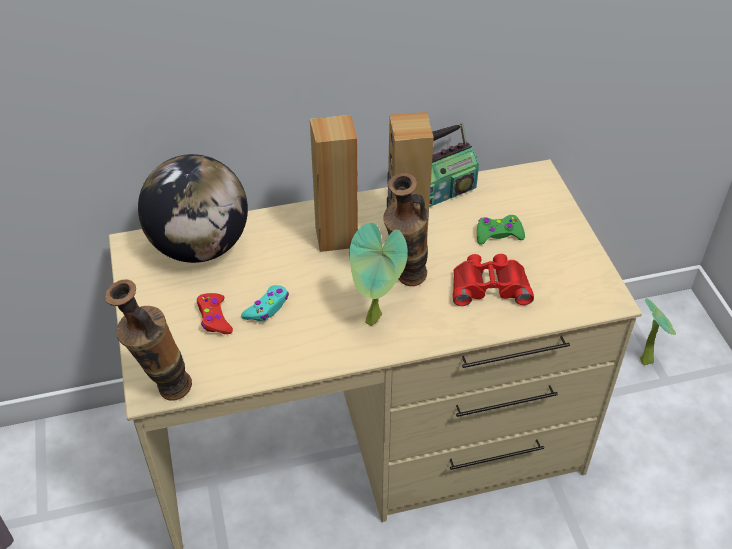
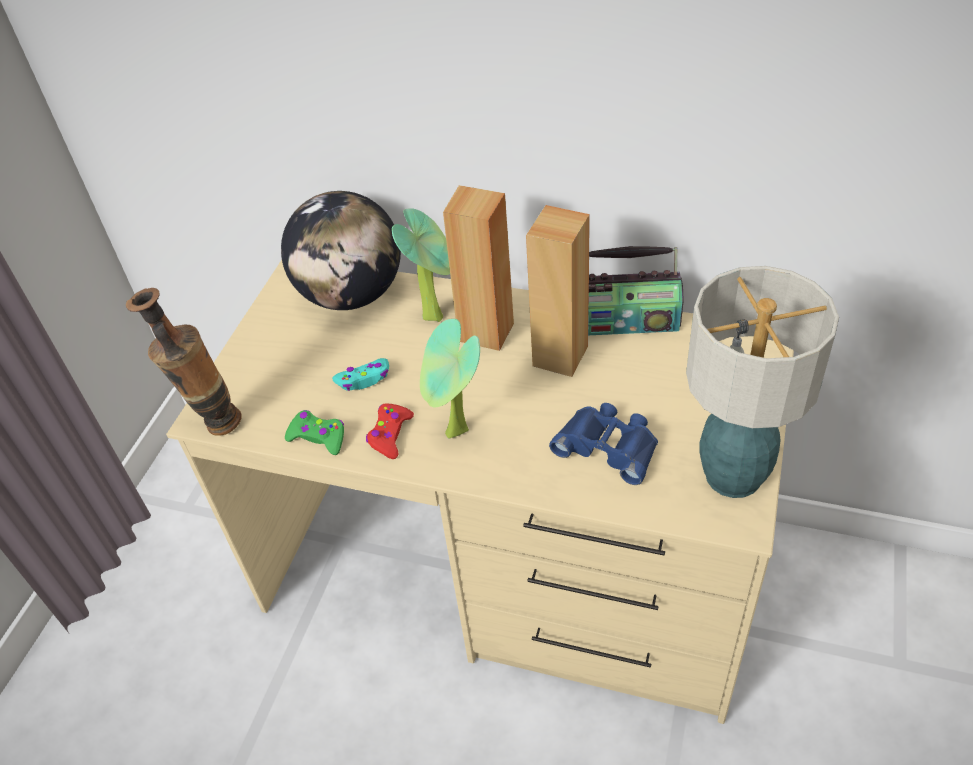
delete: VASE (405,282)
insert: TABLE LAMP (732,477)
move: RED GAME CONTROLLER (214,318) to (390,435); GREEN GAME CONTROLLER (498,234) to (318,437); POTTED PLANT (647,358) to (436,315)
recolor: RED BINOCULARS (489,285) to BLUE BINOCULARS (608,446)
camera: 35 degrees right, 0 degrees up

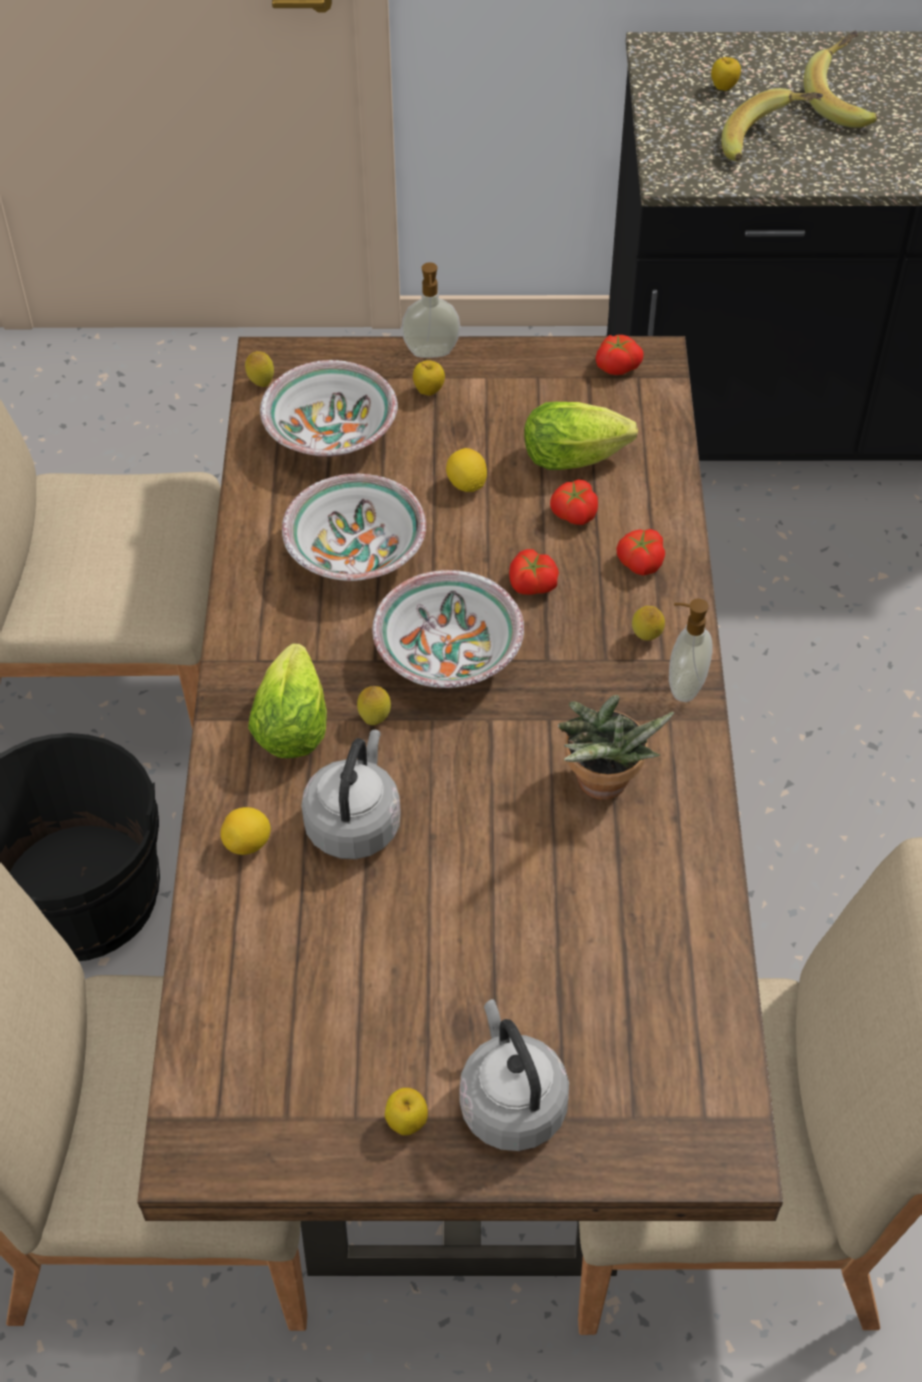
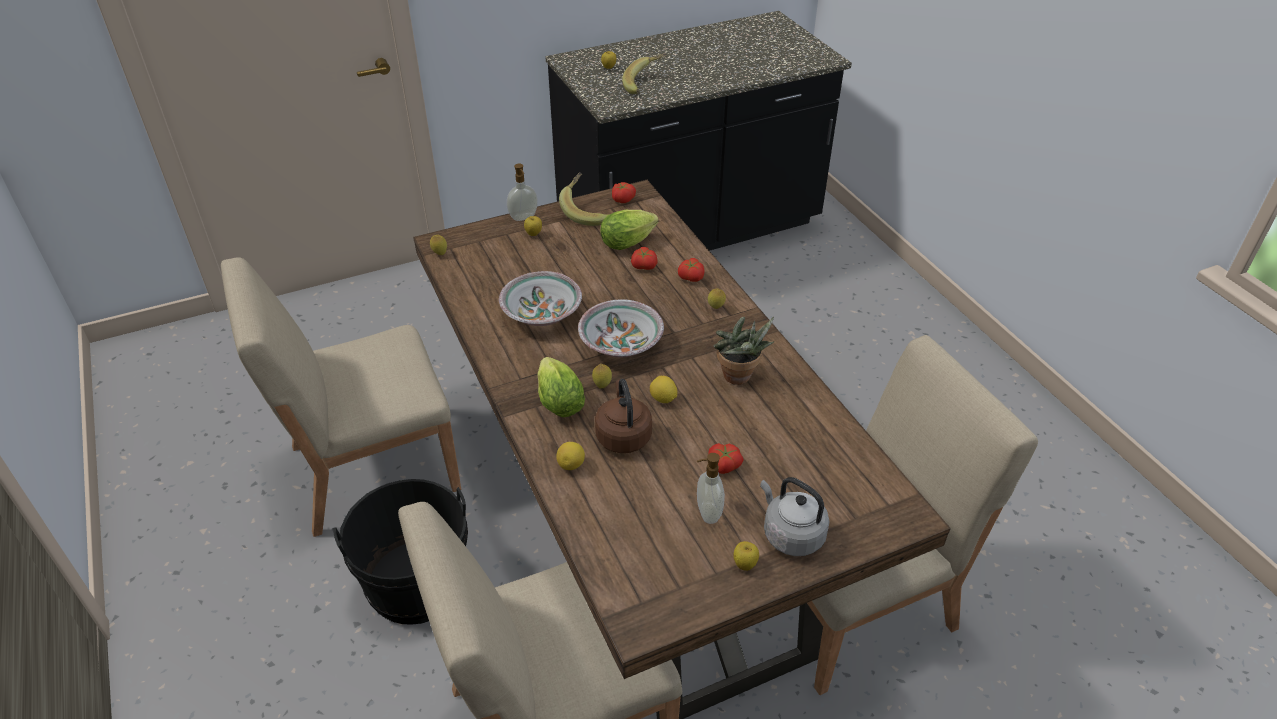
delete: BOWL (332,434)
move: LEMON (466,484) to (663,399); TOMATO (531,585) to (723,466); SOAP DISPENSER (684,685) to (707,513); BANANA (845,101) to (586,212)
recolor: GREY KETTLE (355,822) to BROWN KETTLE (623,435)
camera: 25 degrees left, 10 degrees down

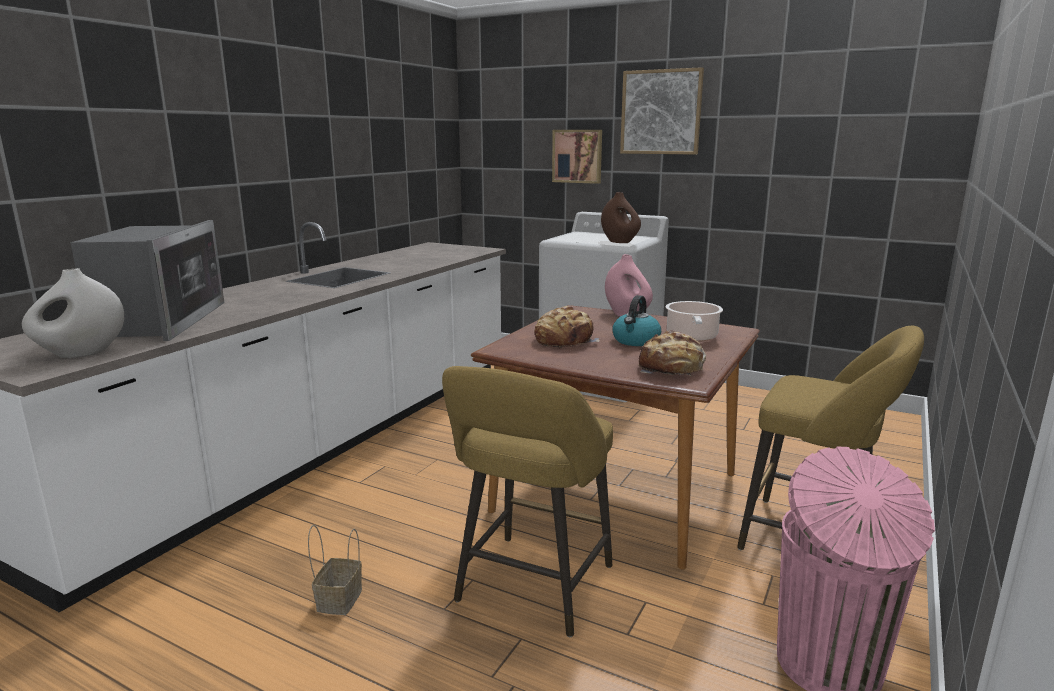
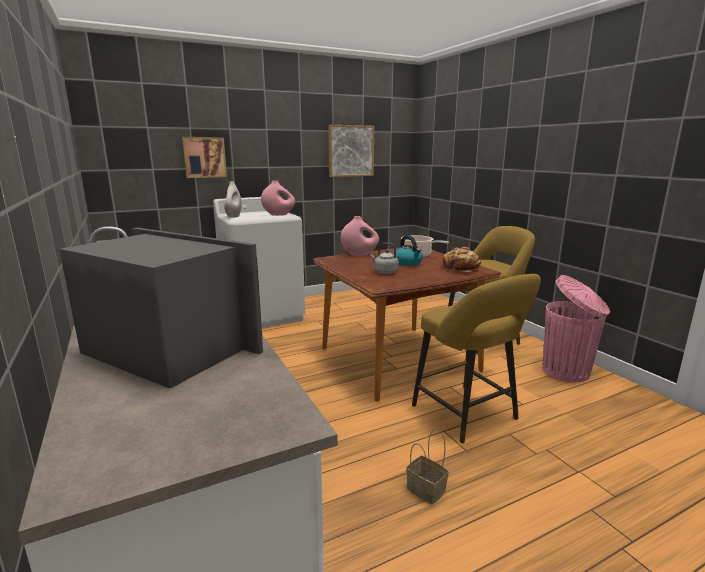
move: WHITE VASE (81,354) to (233,216); PICTURE (661,112) to (351,151)
replace: BREAD (565,340) to GREY KETTLE (384,272)
recolor: BROWN VASE (619,242) to PINK VASE (278,215)
camera: 55 degrees left, 0 degrees up

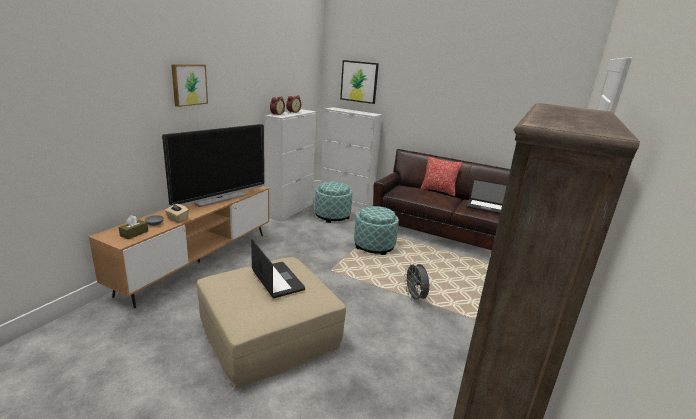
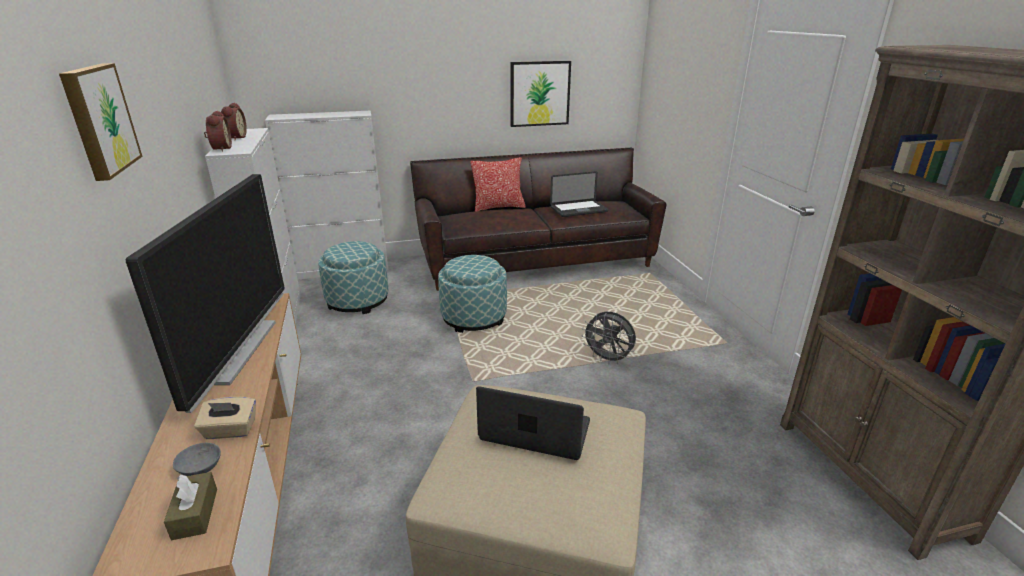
move: PICTURE (359,81) to (539,93)
camera: 40 degrees left, 5 degrees up

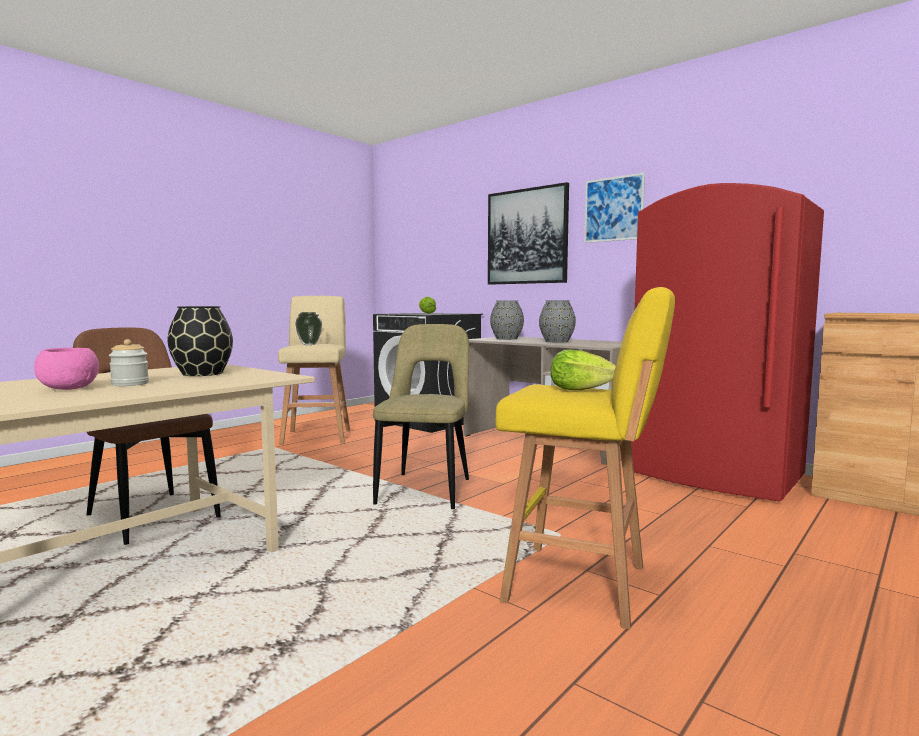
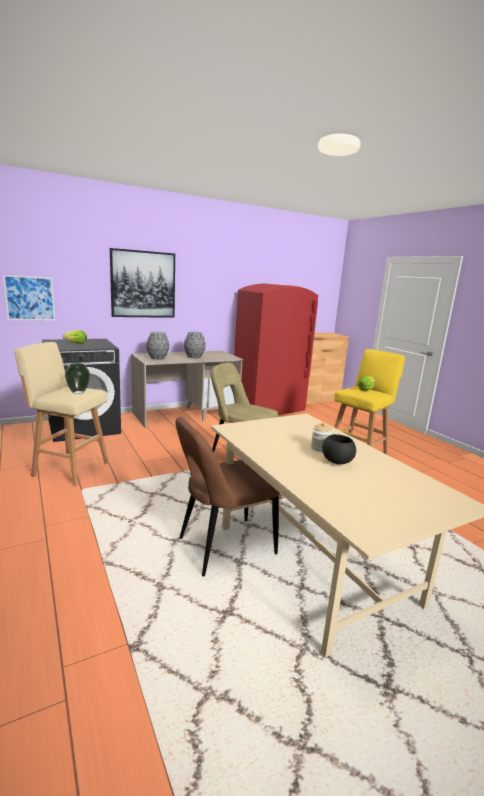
delete: BLACK VASE (202,374)
move: PICTURE (613,209) to (30,298)
recolor: PINK BOWL (69,389) to BLACK BOWL (336,461)
camera: 70 degrees left, 10 degrees up

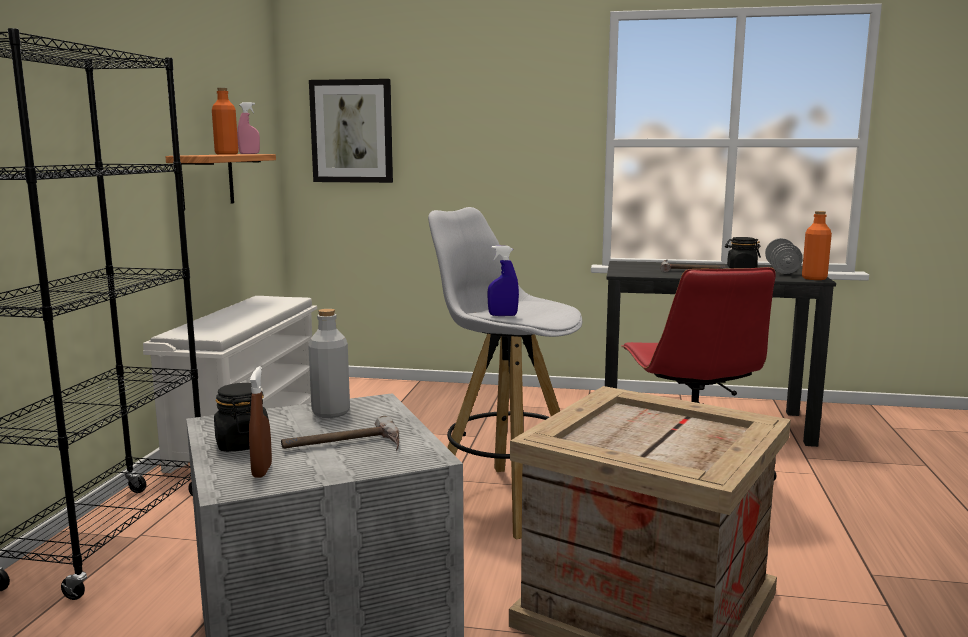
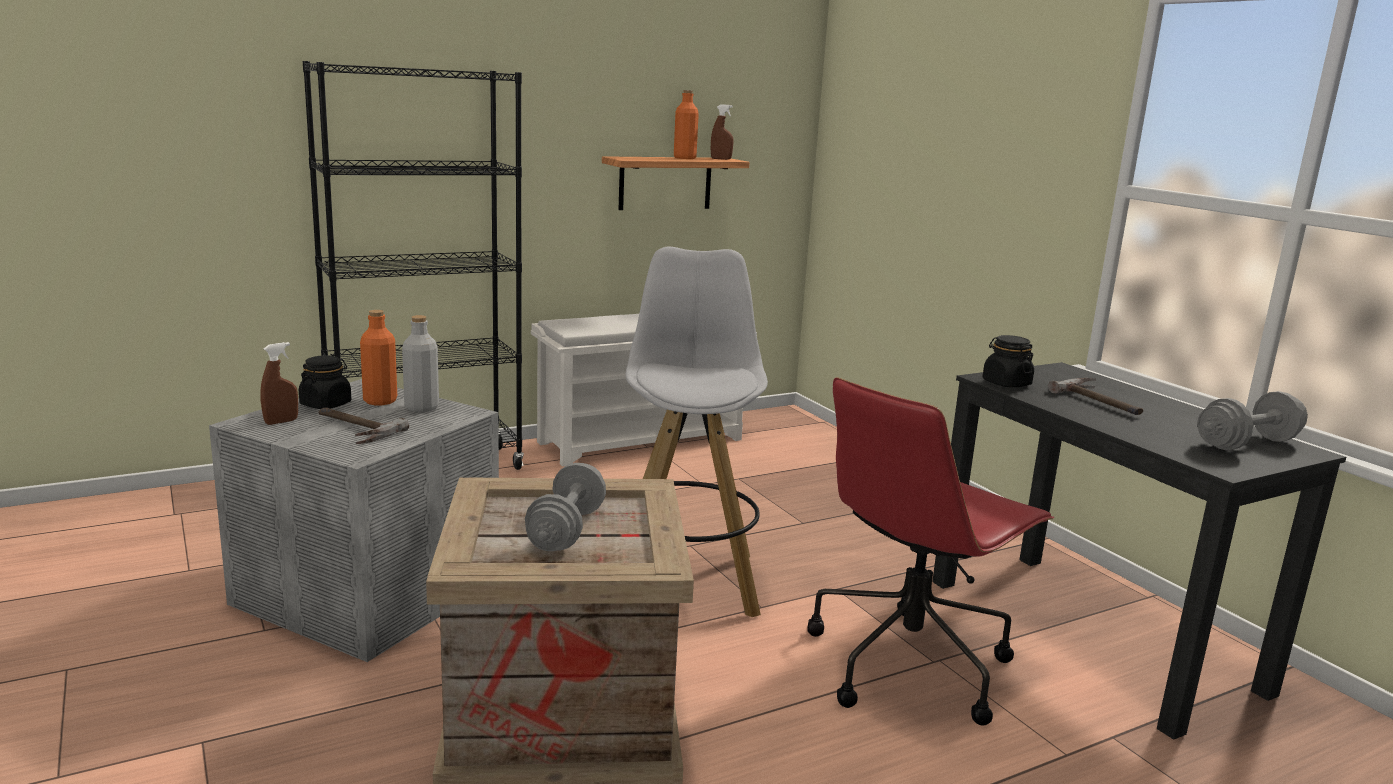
delete: PICTURE (352,131); BLUE SPRAY BOTTLE (503,315)
insert: GREY DUMBBELL (566,530)
move: BLACK JAR (741,269) to (1006,383); ORANGE BOTTLE (814,278) to (380,401)
recolor: PINK SPRAY BOTTLE (249,153) to BROWN SPRAY BOTTLE (721,159)
camera: 50 degrees right, 5 degrees up

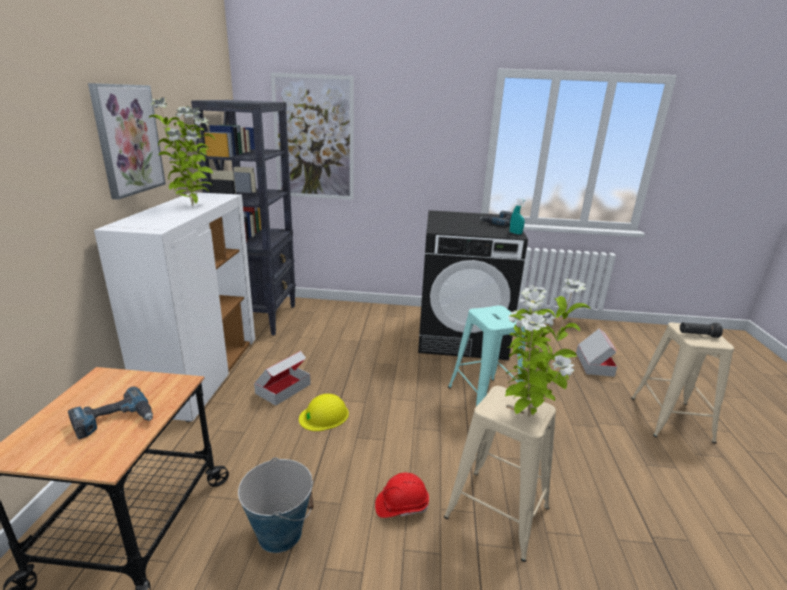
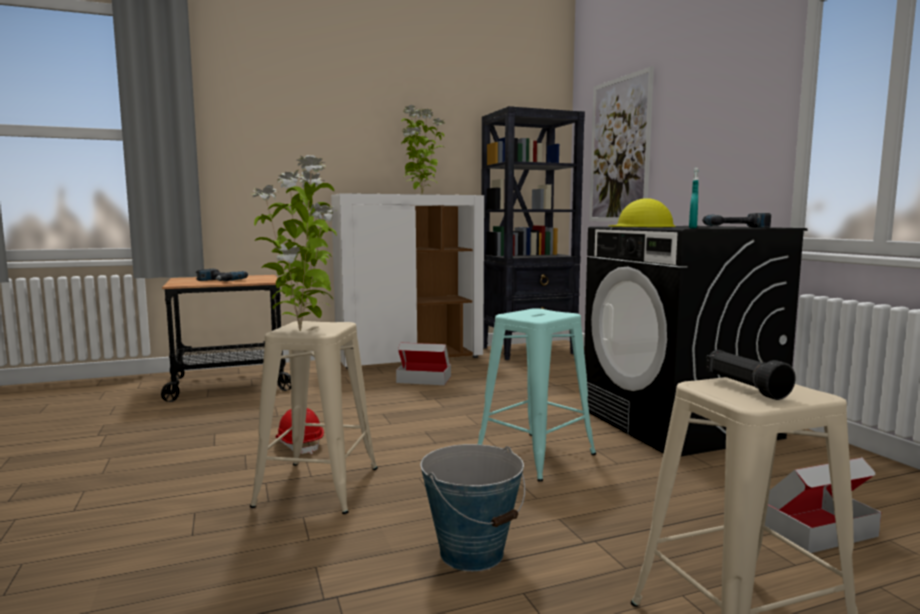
delete: PICTURE (128,139)
move: BUCKET (280,533) to (472,553); YELLOW HARD HAT (324,416) to (642,226)
camera: 65 degrees right, 15 degrees down

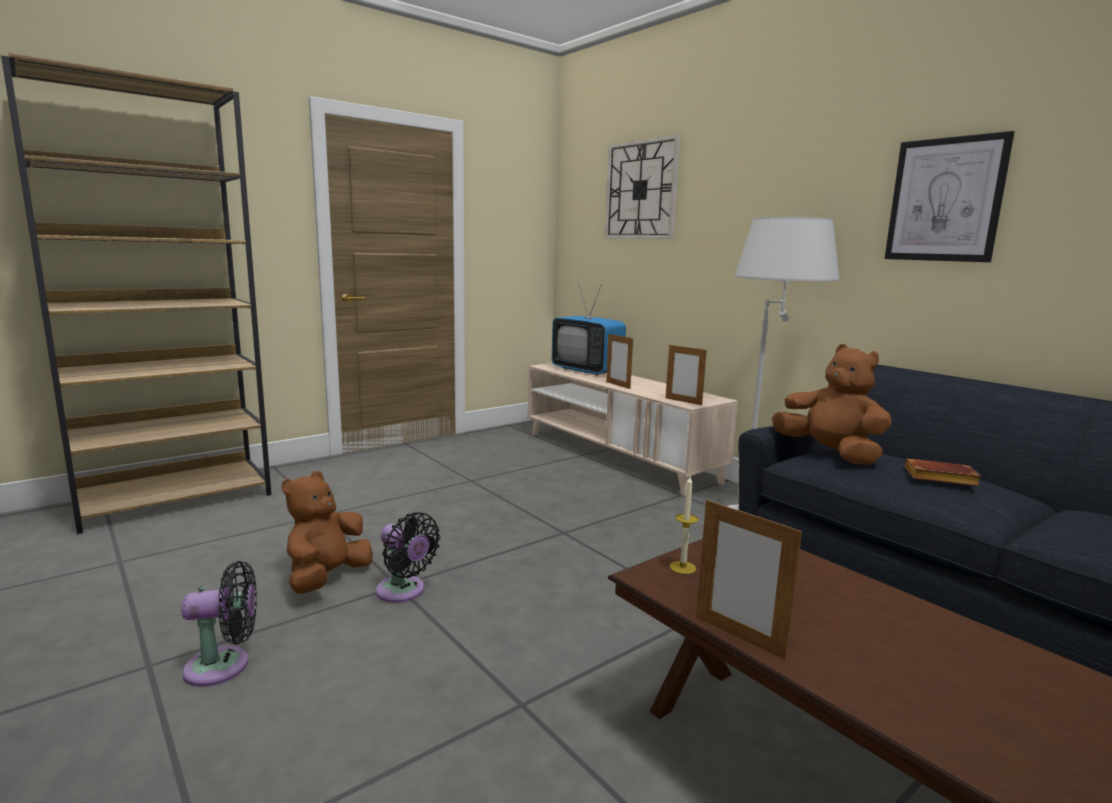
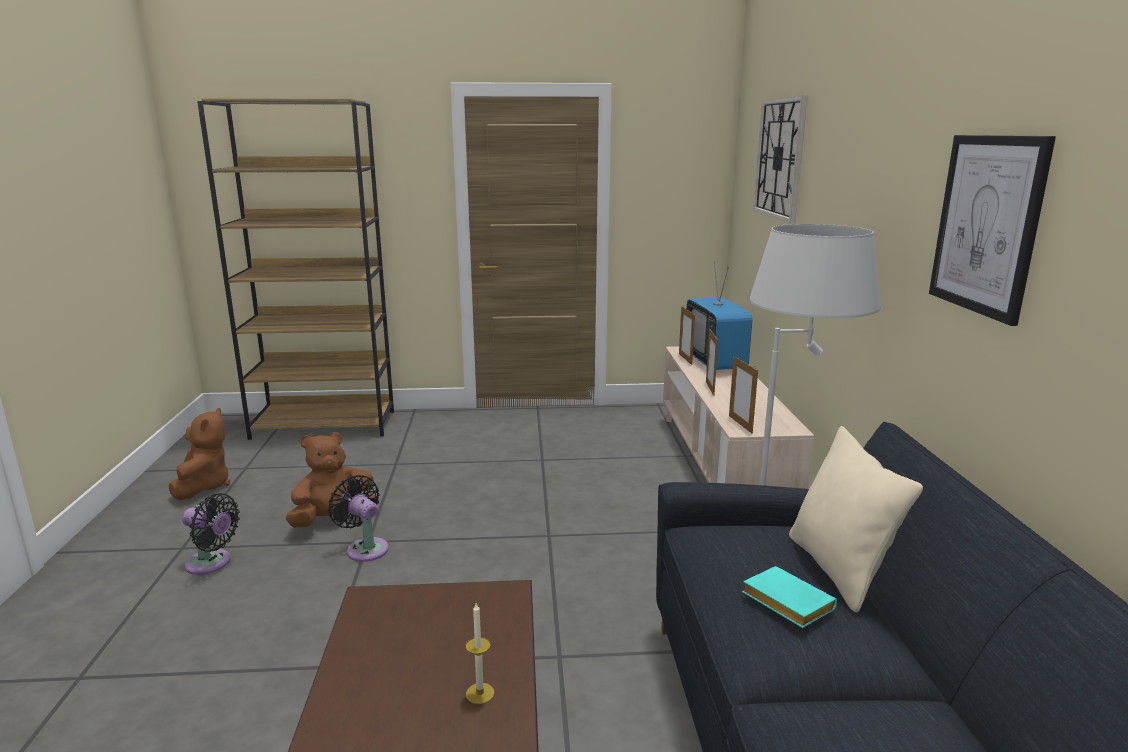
insert: BEIGE PILLOW (838,570)
move: CANDLE (682,567) to (480,693); PICTURE FRAME (738,637) to (685,359); BROWN PLUSH TOY (830,454) to (204,486)
recolor: BROWN BOOK (938,479) to TURQUOISE BOOK (784,602)
rotate: BLACK FAN (404,592) = (365,548) 150 degrees clockwise
camera: 35 degrees right, 5 degrees up

